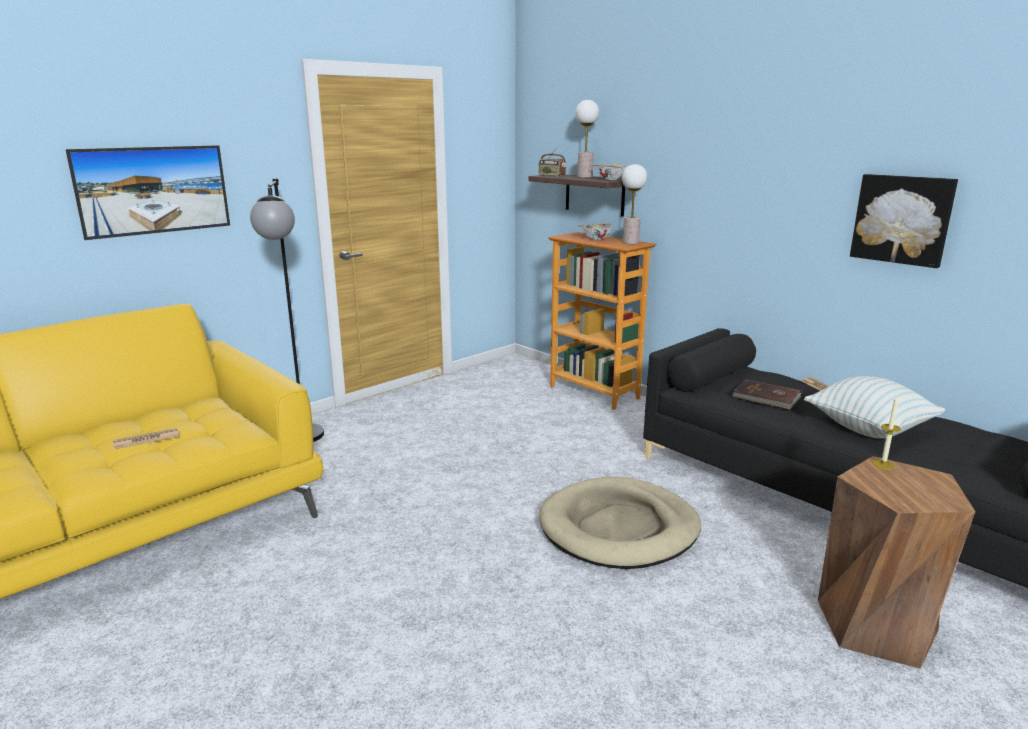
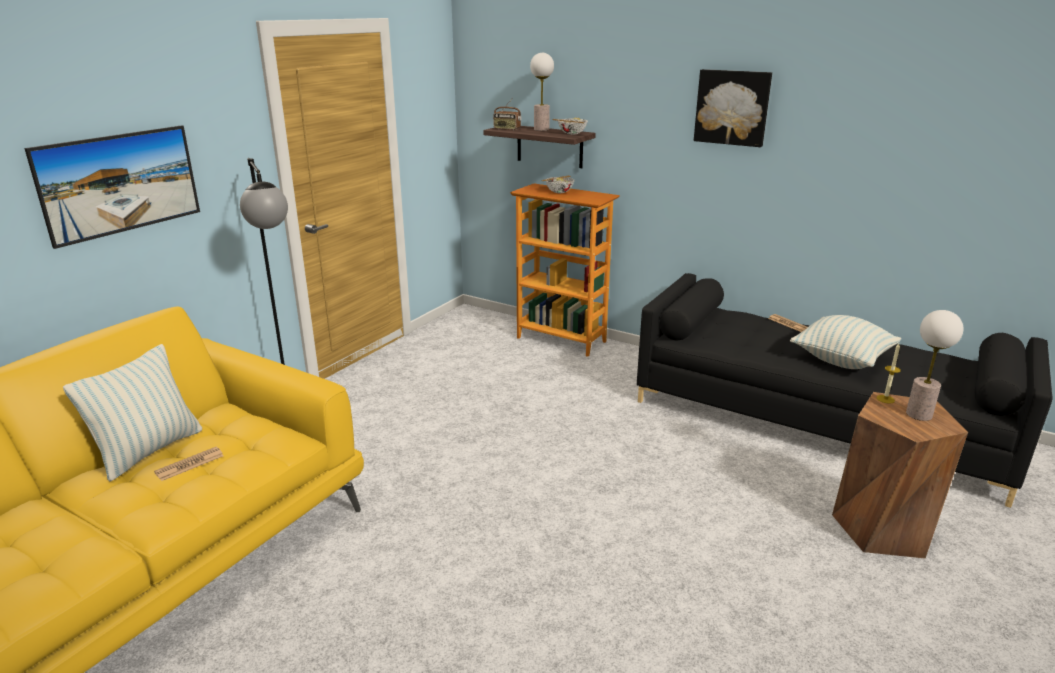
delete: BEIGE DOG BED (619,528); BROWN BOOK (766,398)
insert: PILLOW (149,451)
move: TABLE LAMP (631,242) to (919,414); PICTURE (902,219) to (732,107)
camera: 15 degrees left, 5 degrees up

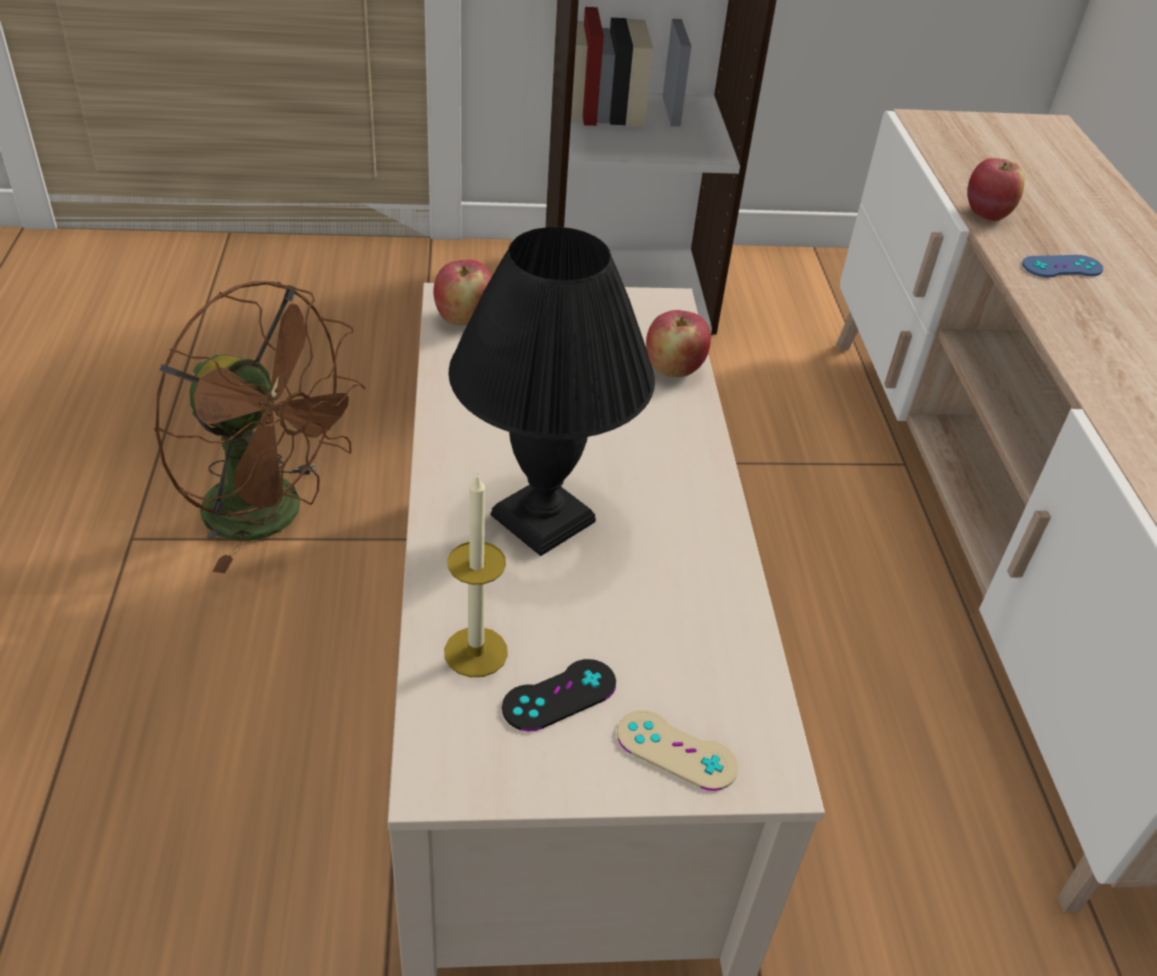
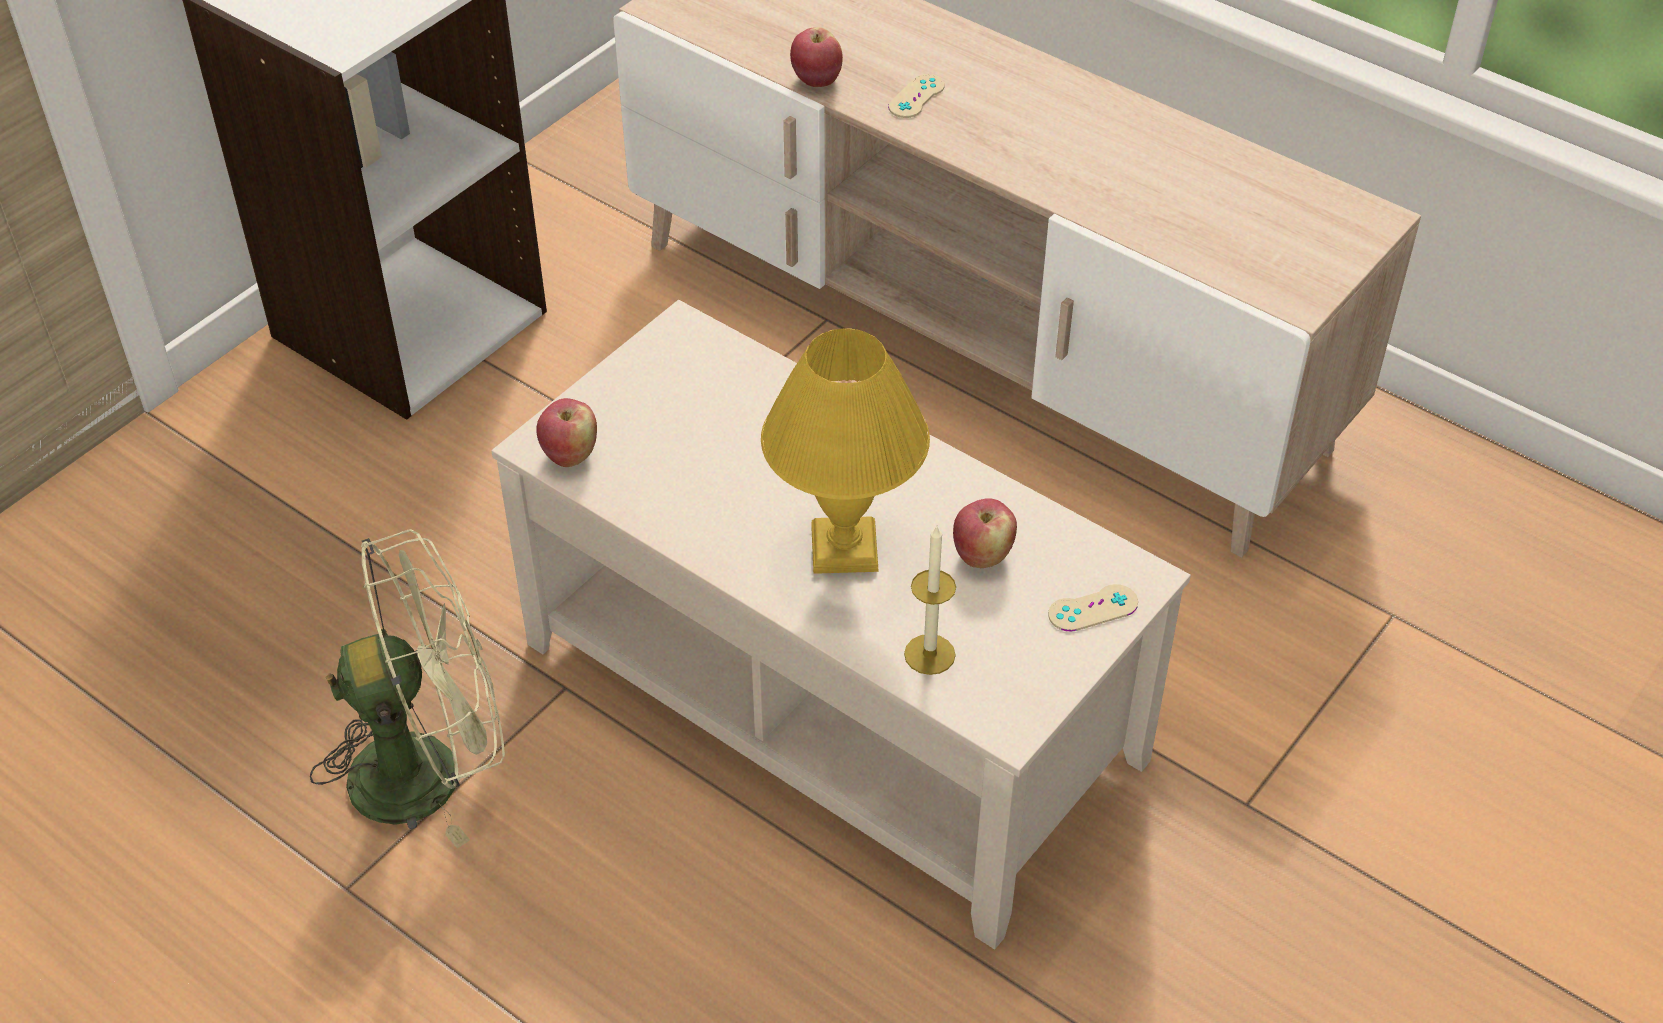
delete: BLACK GAME CONTROLLER (559,695)
move: APPLE (673,369) to (982,555)
recolor: BROWN FAN (273,515) to GREEN FAN (430,769); BLACK TABLE LAMP (545,519) to YELLOW TABLE LAMP (846,547); BLUE GAME CONTROLLER (1062,267) to BEIGE GAME CONTROLLER (916,97)
camera: 45 degrees left, 5 degrees up

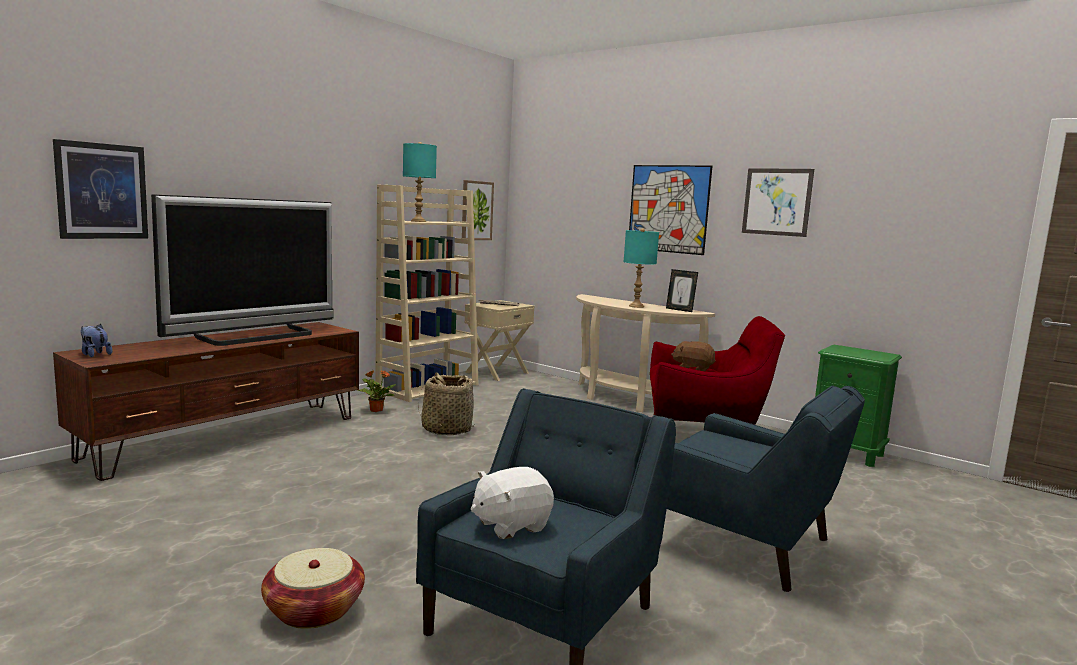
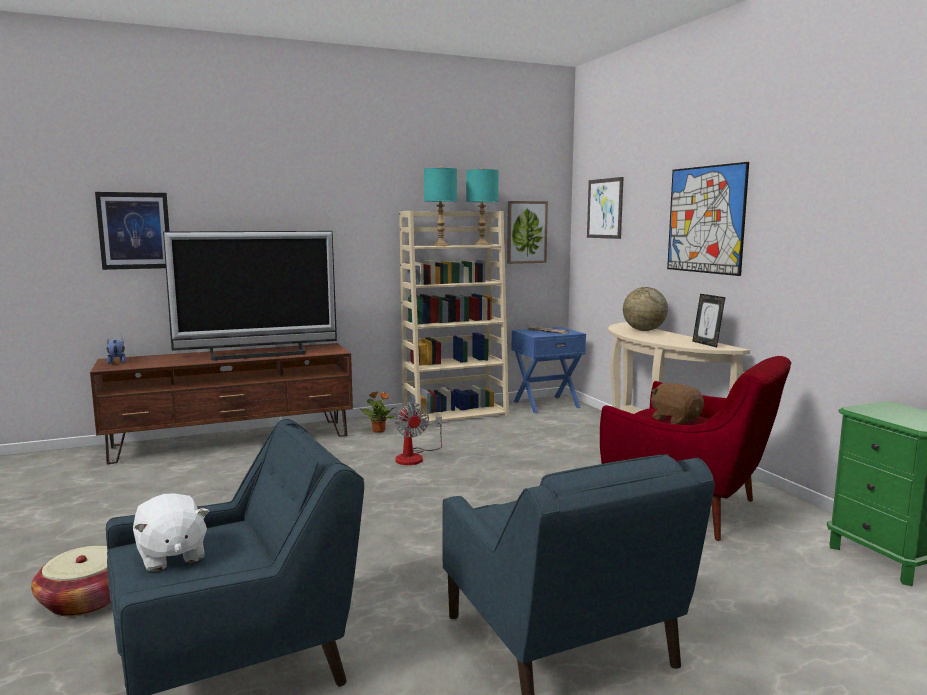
insert: GLOBE (644,330)
move: TURQUOISE TABLE LAMP (636,306) to (481,245); PICTURE (777,202) to (605,208)
replace: BASKET (446,429) to FAN (415,457)
recolor: BEIGE NIGHTSTAND (496,372) to BLUE NIGHTSTAND (546,404)
rotate: WHITE PLUSH TOY (510,525) = (171,556) 120 degrees counterclockwise
camera: 30 degrees right, 0 degrees up

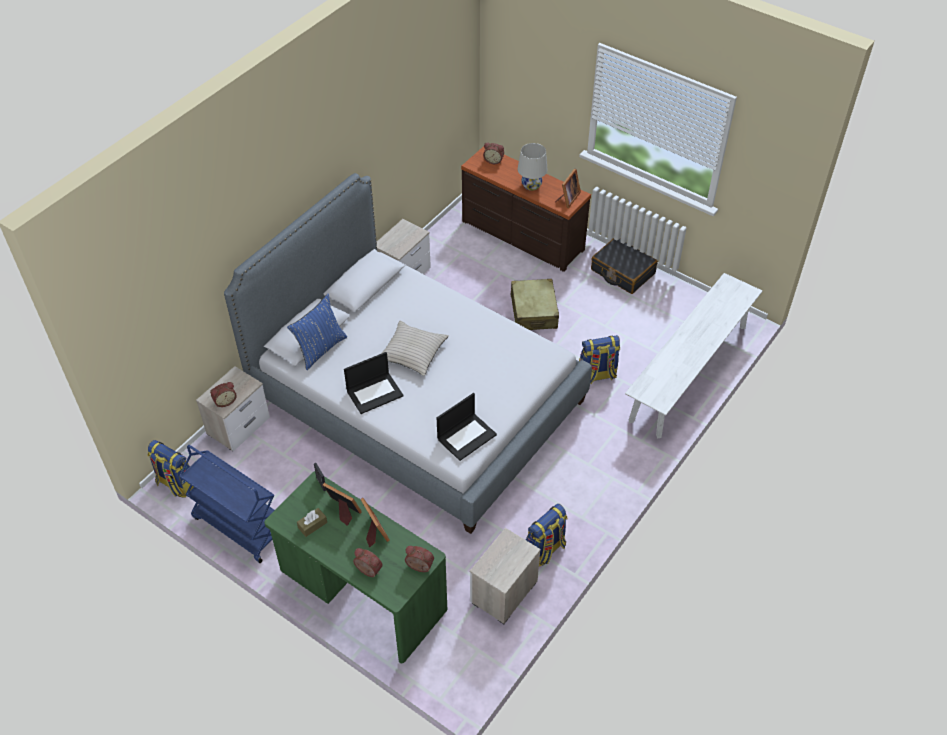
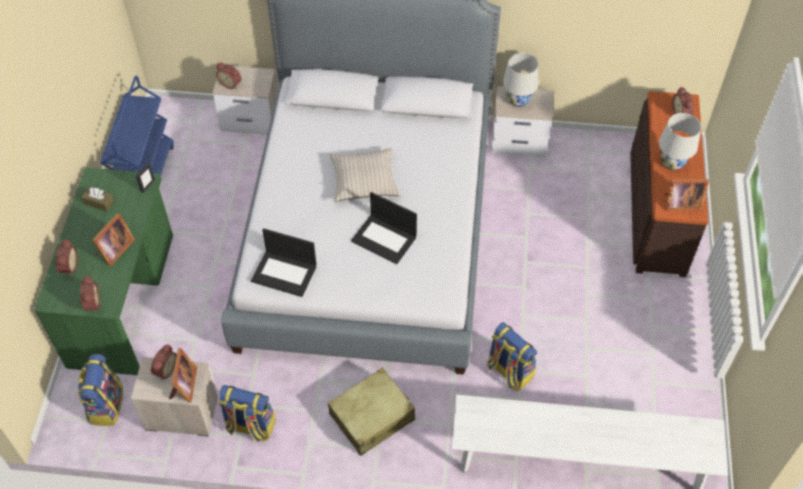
delete: BLUE PILLOW (320,349); BLACK SUITCASE (622,272)
insert: ALARM CLOCK (165,369); WHITE TABLE LAMP (518,100)
move: BACKPACK (176,483) to (105,405); PICTURE FRAME (343,511) to (184,386); LAPTOP (375,393) to (385,239); BEIGE SUITCASE (534,311) to (372,417)
camera: 60 degrees right, 5 degrees up

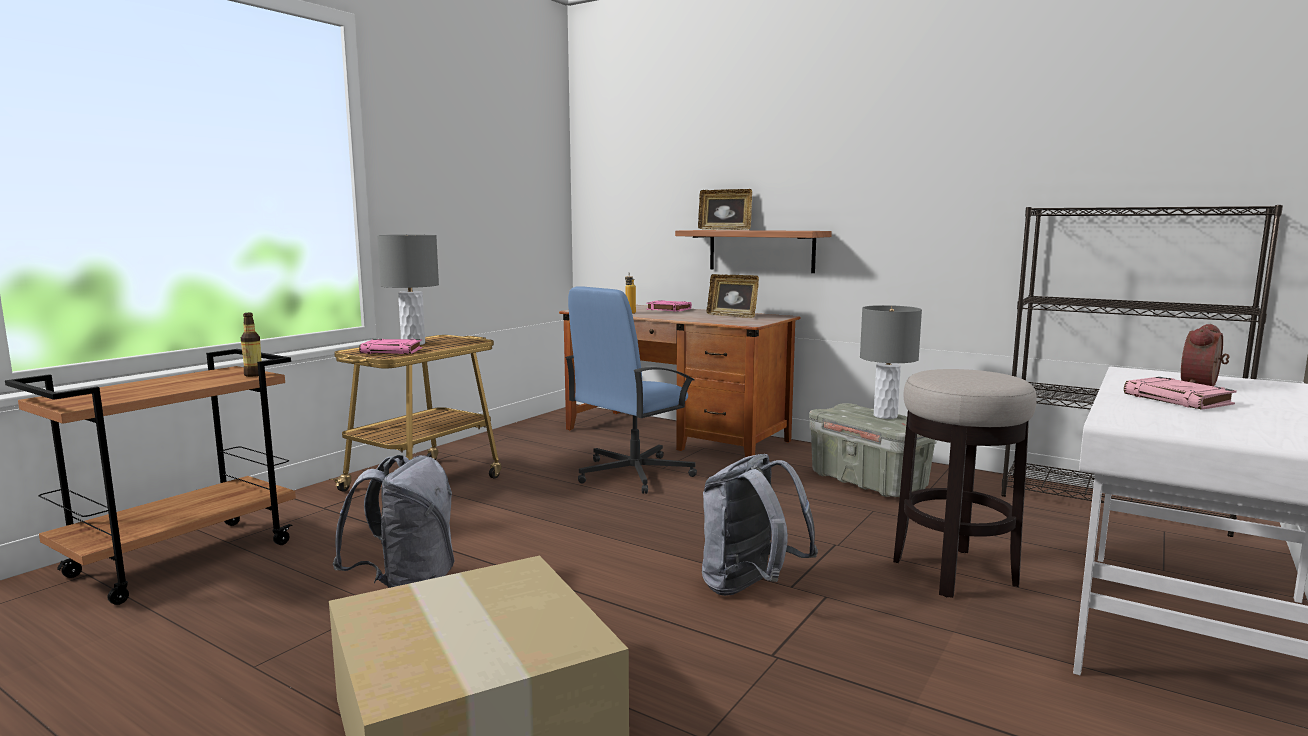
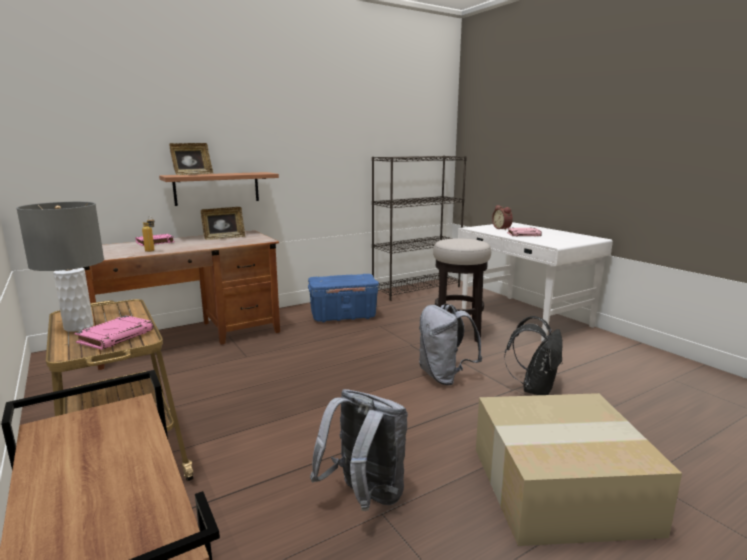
delete: BOTTLE (253,375); BLUE OFFICE CHAIR (632,474); GREY TABLE LAMP (885,416)
insert: BLACK BACKPACK (535,389)
recolor: GREY STORAGE BOX (869,482) to BLUE STORAGE BOX (344,316)
camera: 65 degrees left, 5 degrees up

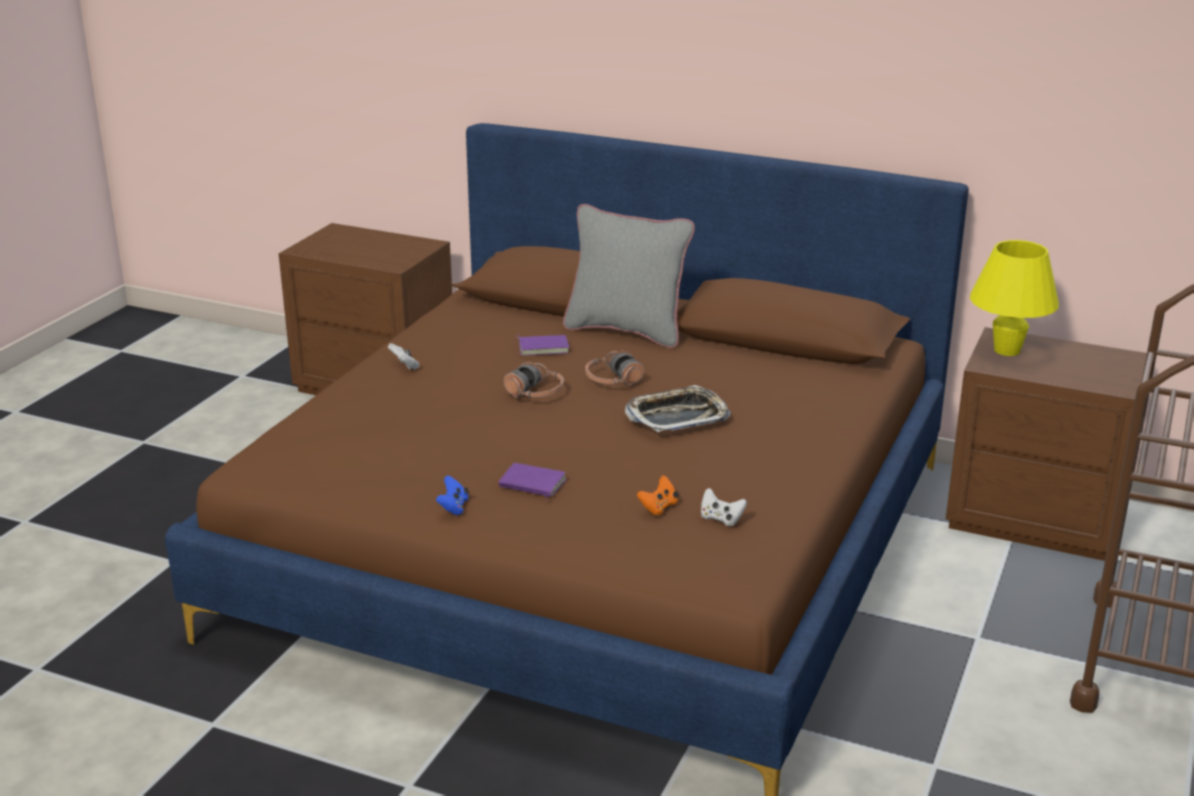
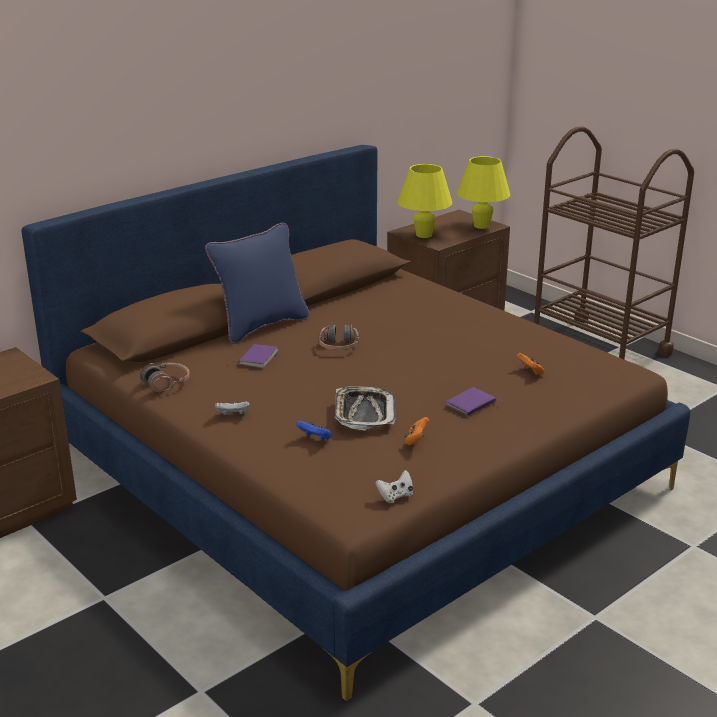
insert: ORANGE GAME CONTROLLER (416,440); YELLOW TABLE LAMP (481,226)
move: BLUE GAME CONTROLLER (453,507) to (315,438); HEADPHONES (535,393) to (166,383); TRAY (677,417) to (364,413); WHITE GAME CONTROLLER (721,519) to (395,496)
recolor: GREY PILLOW (626,330) to BLUE PILLOW (261,326)
camera: 65 degrees left, 0 degrees up

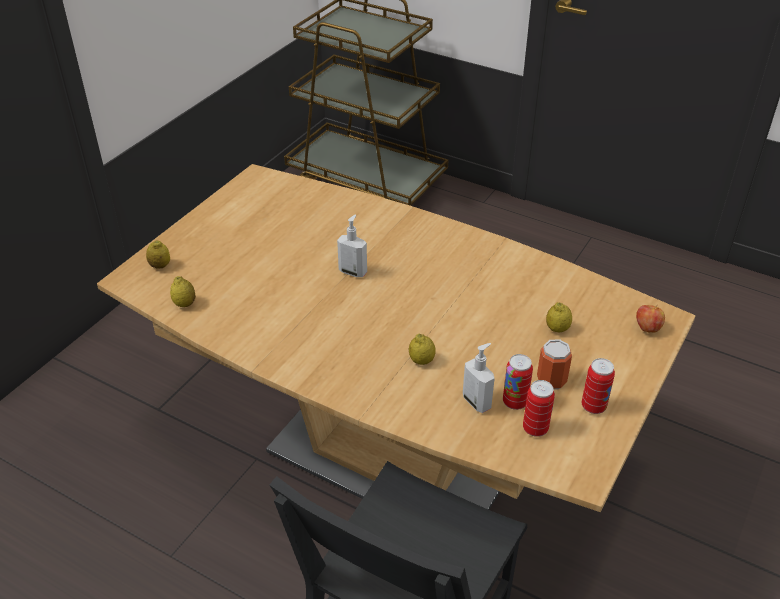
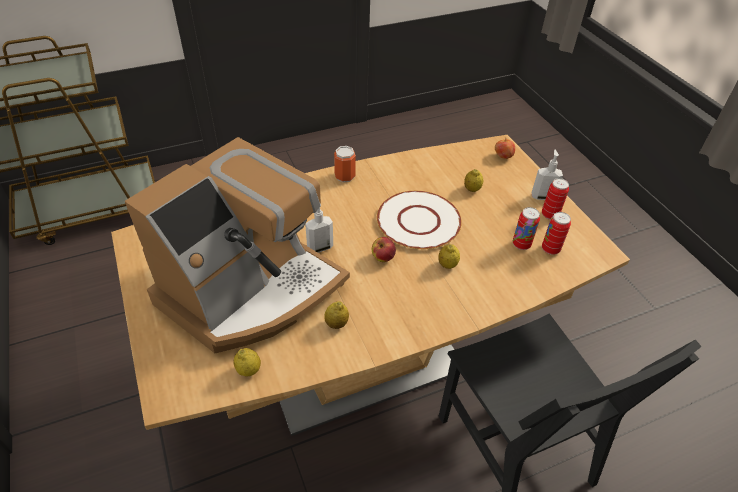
insert: COFFEE MACHINE (251,290); APPLE (383,258); WHITE PLATE (419,221)
move: LEMON (160,266) to (336,324); SOAP DISPENSER (477,402) to (542,196); CAN (551,380) to (344,176)
camera: 55 degrees left, 5 degrees up

